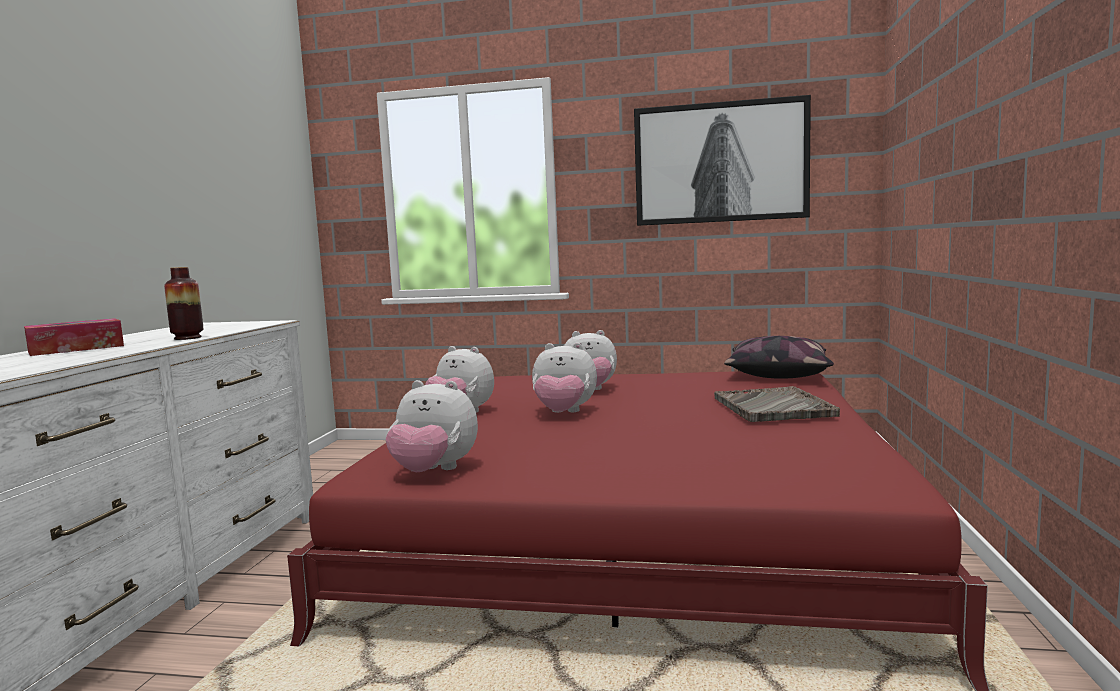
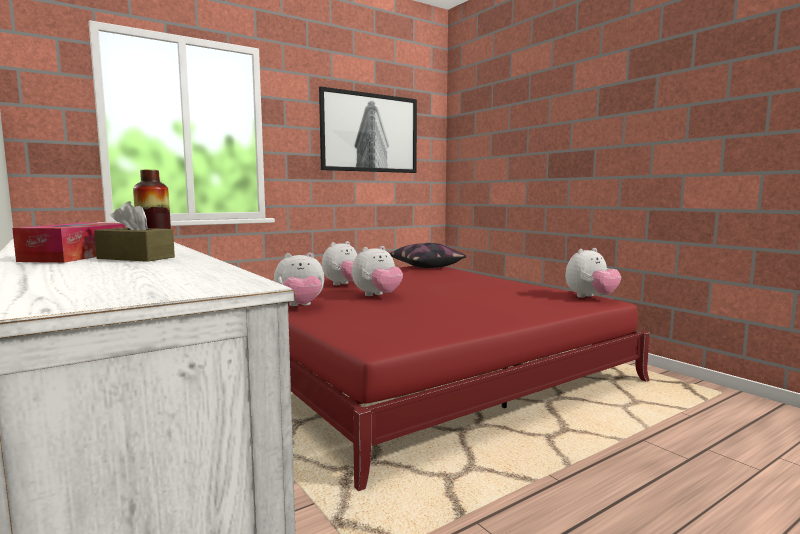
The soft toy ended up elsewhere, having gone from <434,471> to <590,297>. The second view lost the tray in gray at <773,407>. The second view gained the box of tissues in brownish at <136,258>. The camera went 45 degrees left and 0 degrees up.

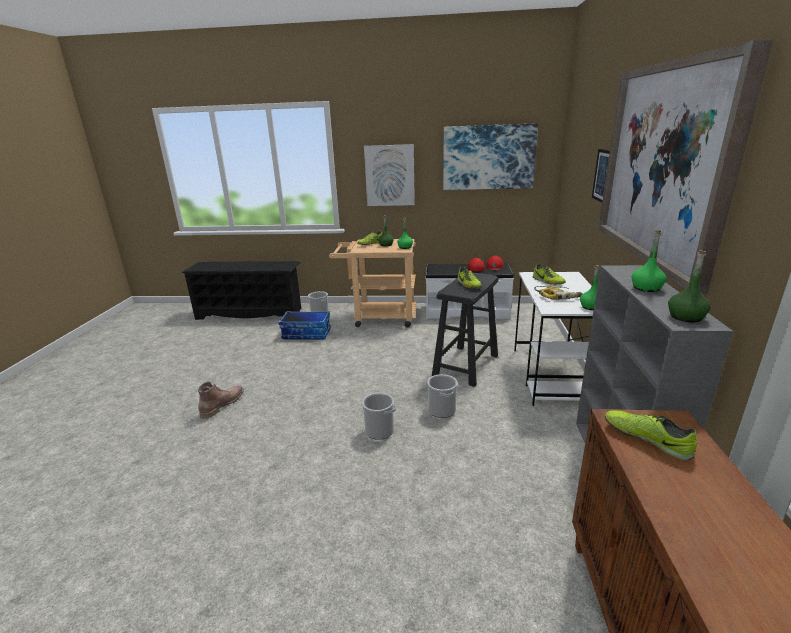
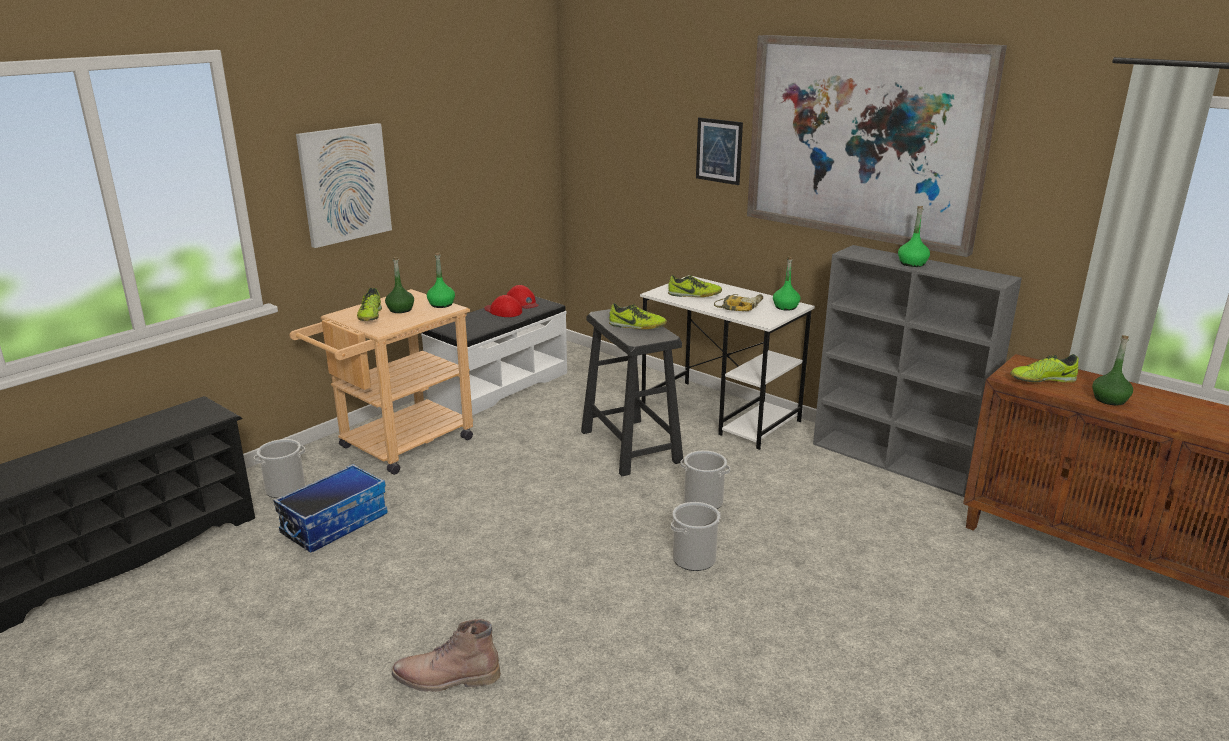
The high-top boot in brownish at <222,404> ended up facing another way, 60 degrees counterclockwise from before. The second view lost the wall art at <488,157>. The drink bottle in greenish ended up elsewhere, having gone from <686,317> to <1109,399>. The camera went 55 degrees left and 0 degrees up.

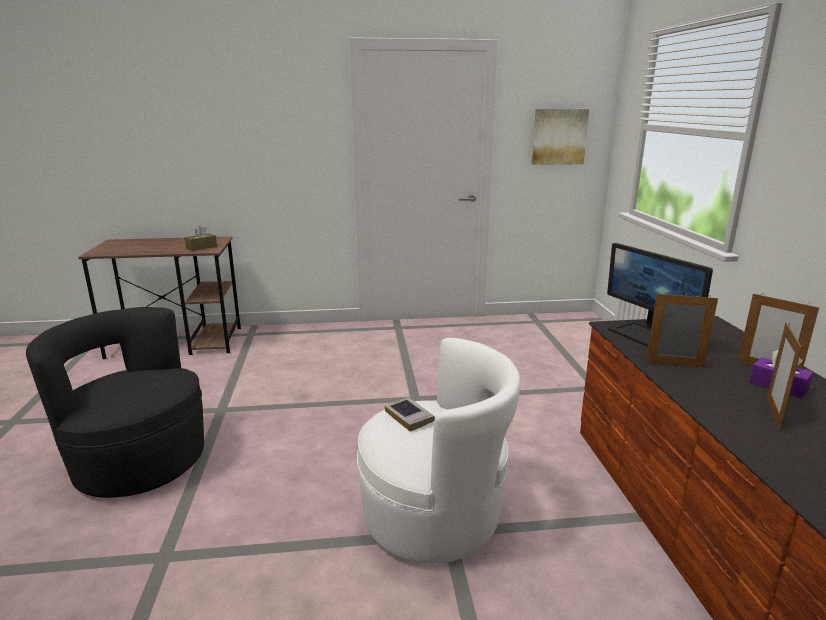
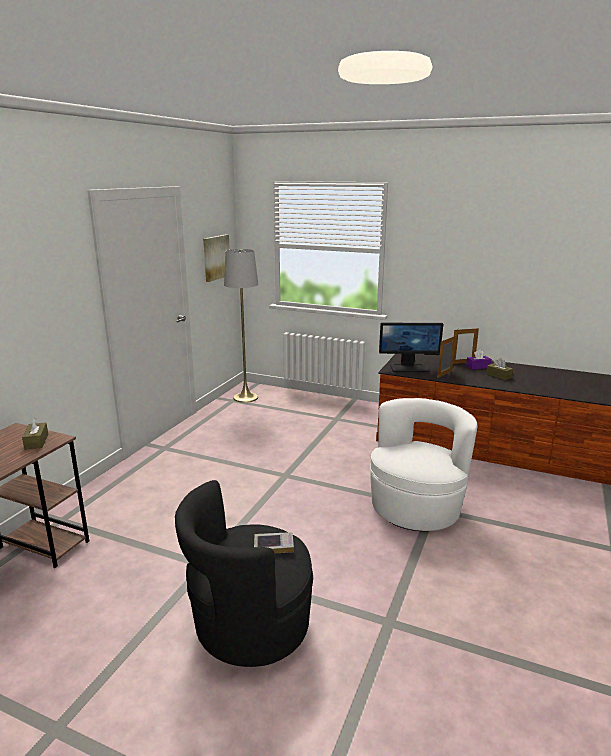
The book ended up elsewhere, having gone from <409,417> to <273,545>. Where the standing frame stood at <773,413>, the box of tissues in brownish came to stand at <498,376>. The second view gained the floor lamp in gray at <245,397>. The camera went 60 degrees left and 0 degrees up.

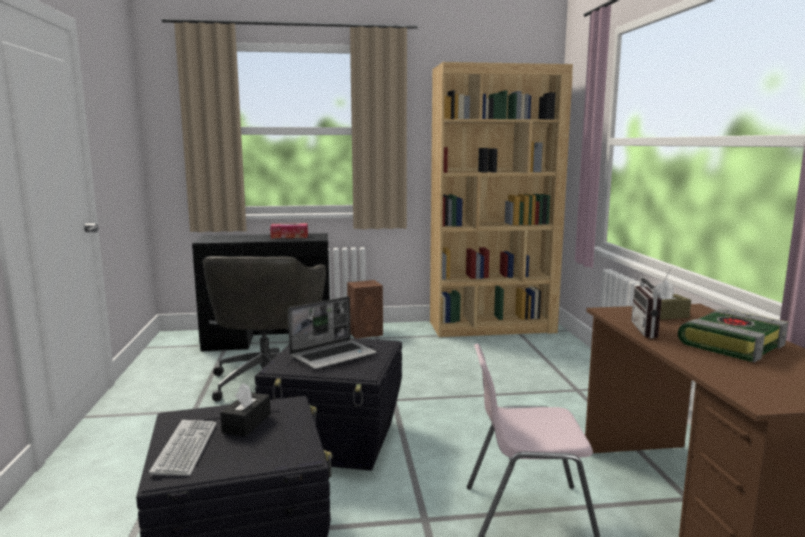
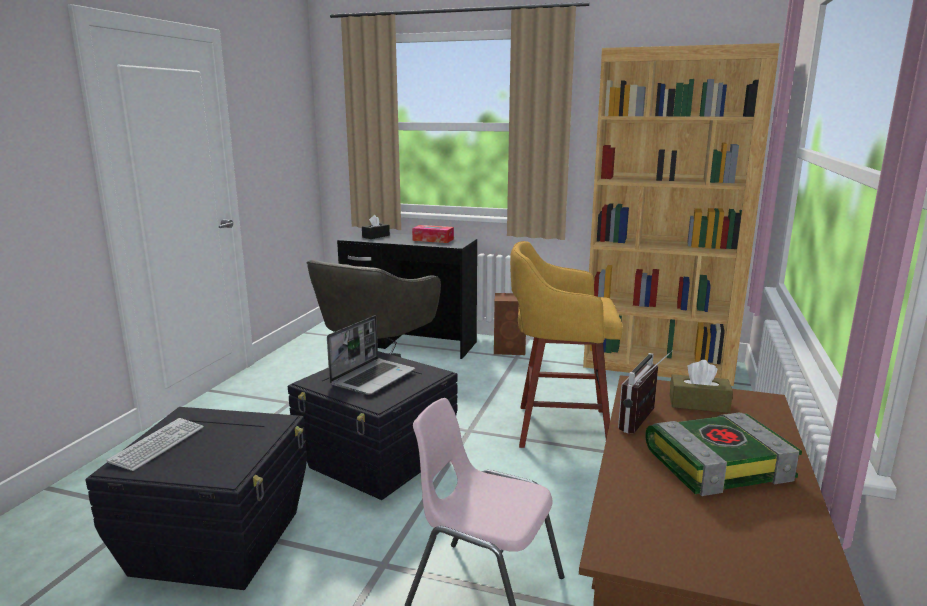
The box of tissues in black ended up elsewhere, having gone from <247,423> to <376,236>. The notebook computer at <333,355> ended up facing another way, 45 degrees counterclockwise from before. The second view gained the sitting stool in yellowish at <559,427>. The camera went 25 degrees right and 5 degrees up.

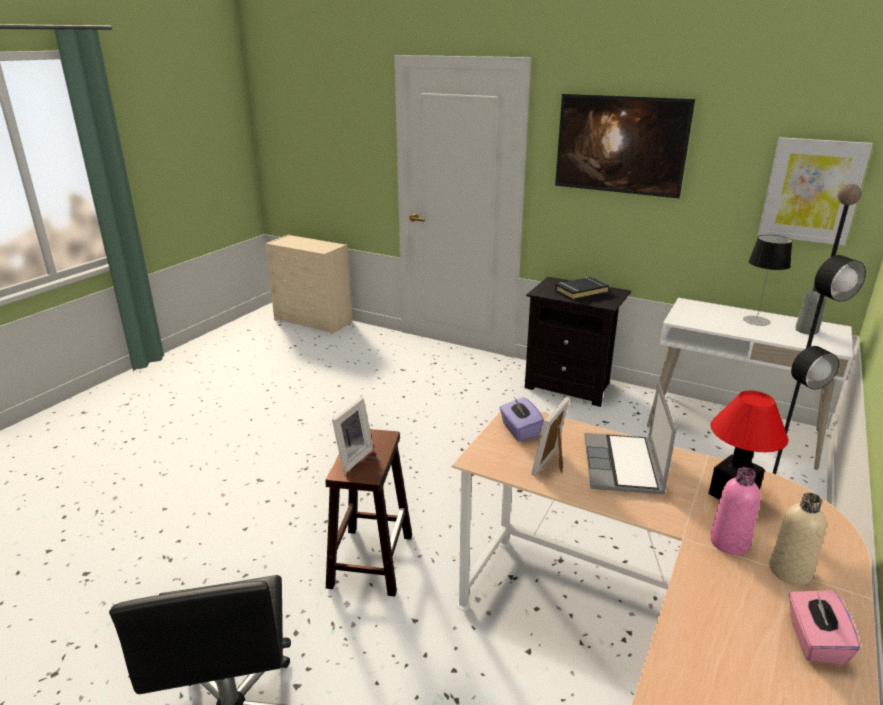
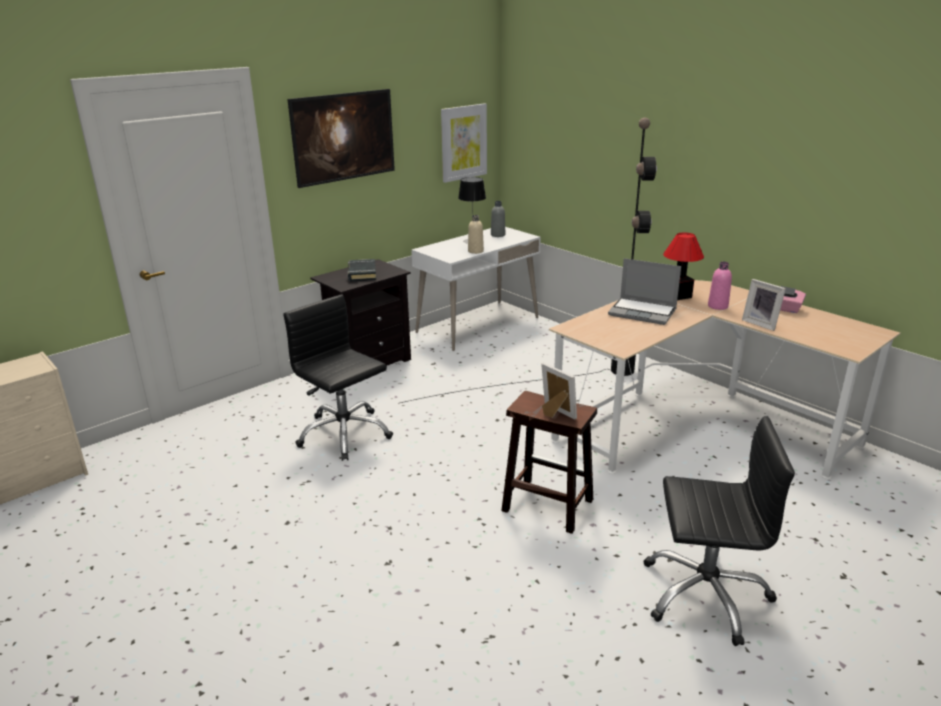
The second view lost the box of tissues in purplish at <519,431>. The standing frame ended up elsewhere, having gone from <553,465> to <761,323>. The drink bottle in beige-coloured ended up elsewhere, having gone from <790,571> to <475,251>. The second view gained the office chair in black at <344,434>. The camera went 70 degrees left and 0 degrees up.

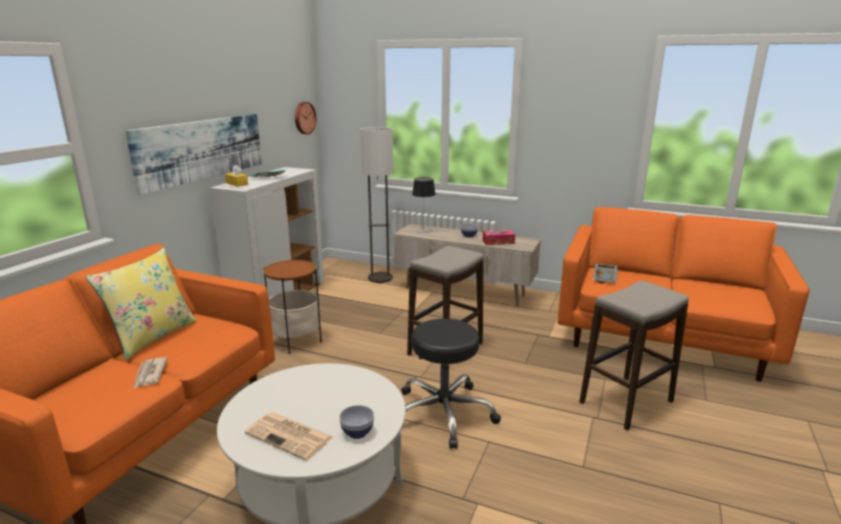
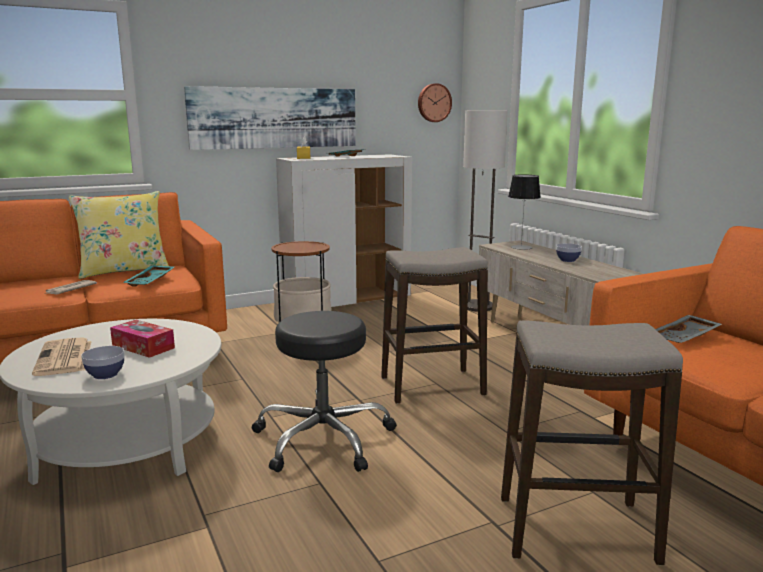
The box of tissues ended up elsewhere, having gone from <498,242> to <143,347>. The second view gained the tray in turquoise-coloured at <151,281>. The camera went 40 degrees right and 5 degrees down.

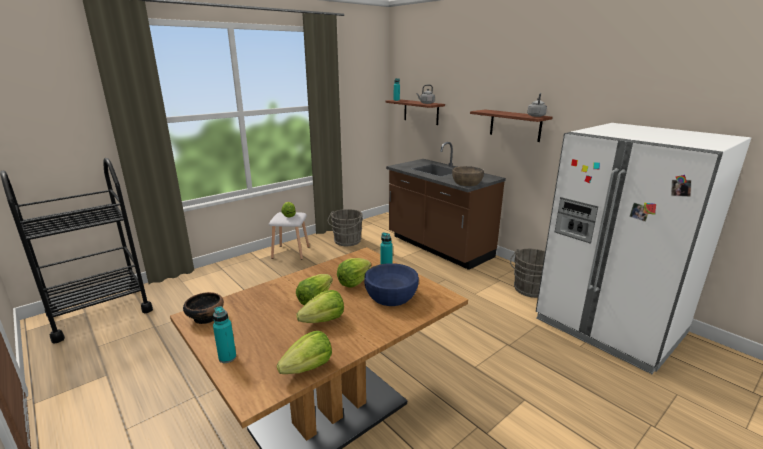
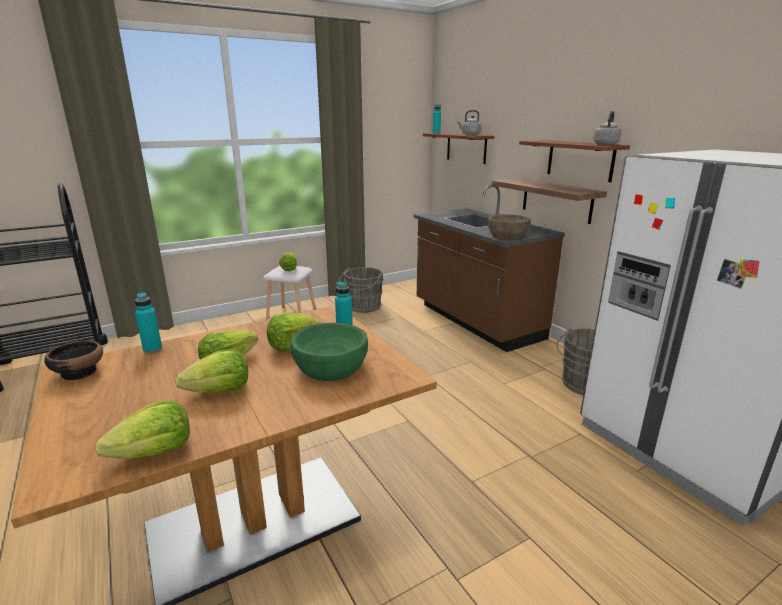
The drink bottle in turquoise-coloured ended up elsewhere, having gone from <227,357> to <152,349>. What was the serving bowl in blue-coloured at <391,295> turned into the serving bowl in greenish at <330,367>. The second view gained the shelf at <556,200>. The camera went 10 degrees right and 0 degrees up.

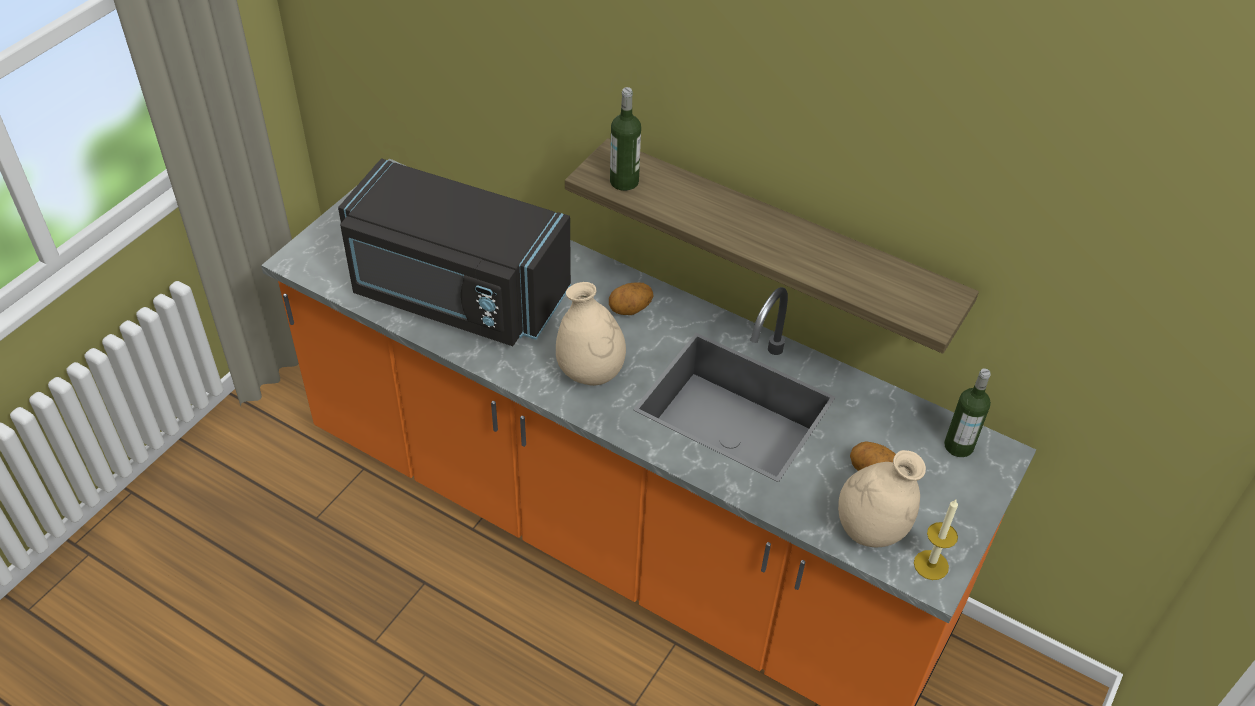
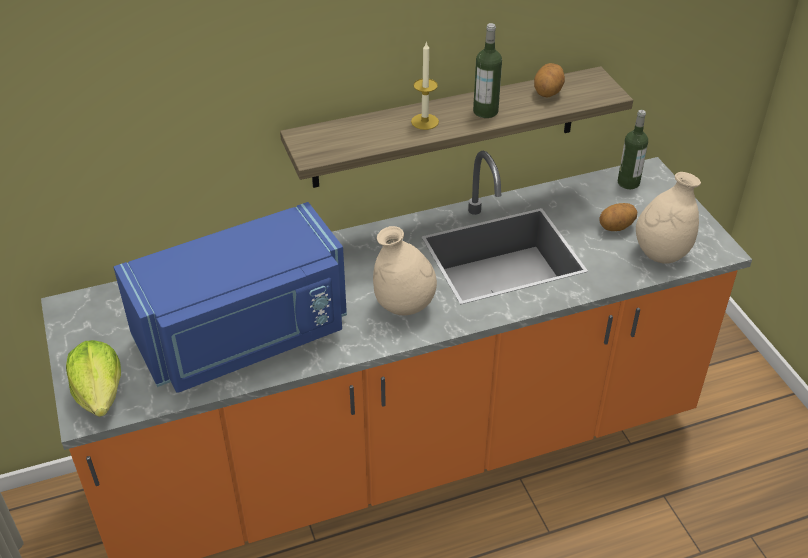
What was the microwave oven in black at <456,295> turned into the microwave oven in blue-coloured at <245,337>. The whole potato ended up elsewhere, having gone from <630,310> to <548,92>. The drink bottle ended up elsewhere, having gone from <624,181> to <485,111>. The wax candle ended up elsewhere, having gone from <931,565> to <425,121>. The second view gained the lettuce at <100,394>. The camera went 50 degrees left and 5 degrees down.

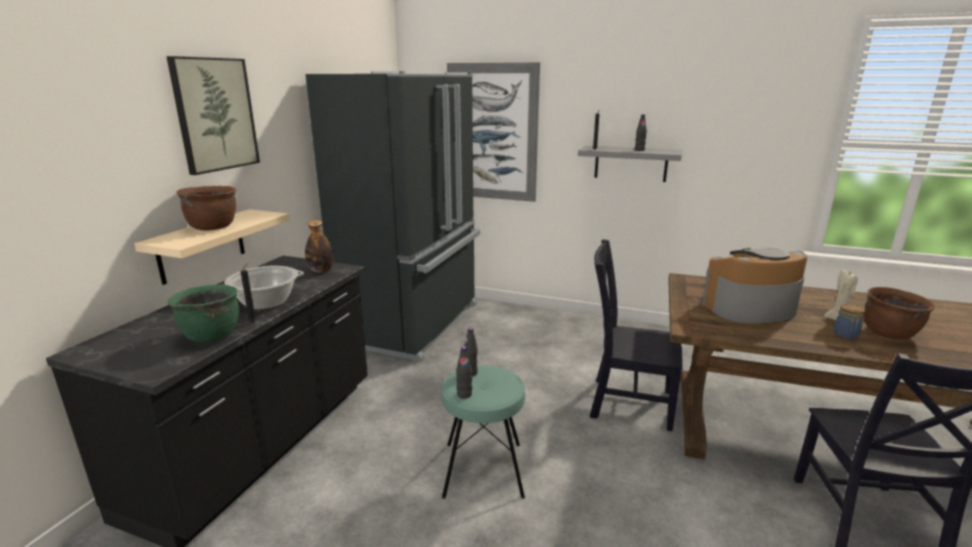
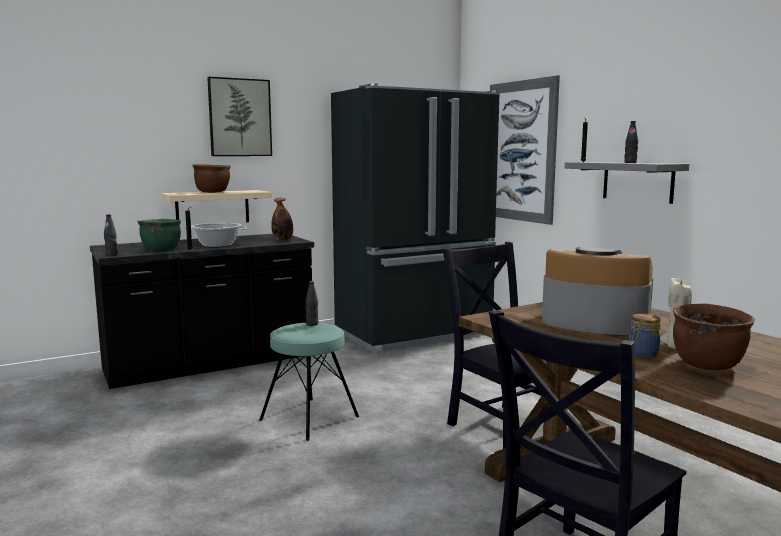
The drink bottle in black ended up elsewhere, having gone from <464,394> to <111,255>. The camera went 40 degrees right and 10 degrees down.

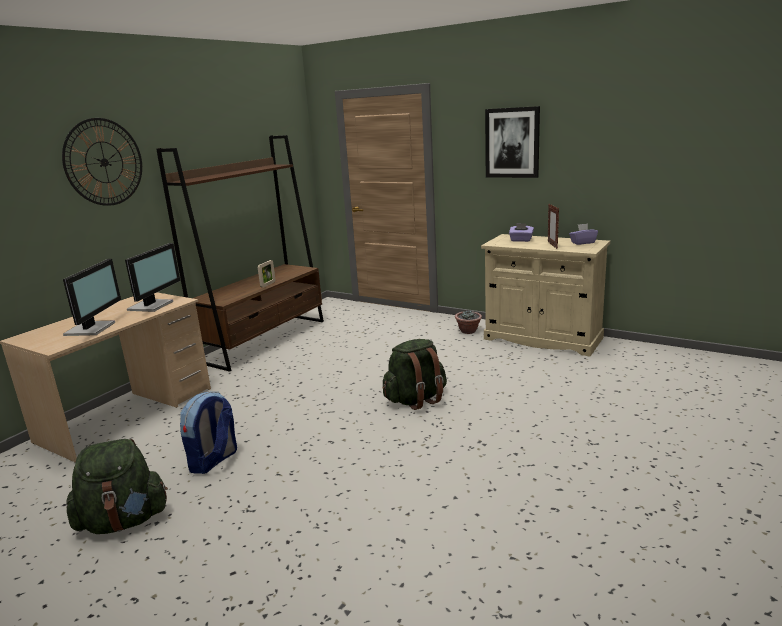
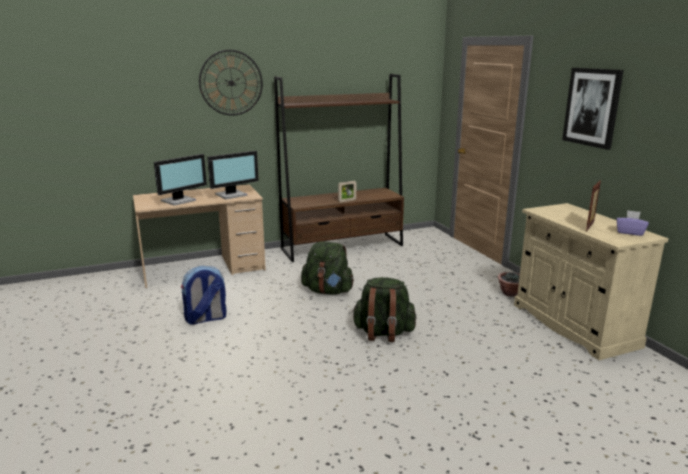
The backpack in greenish ended up elsewhere, having gone from <124,521> to <328,291>. The second view lost the box of tissues in purplish at <521,240>. The camera went 35 degrees right and 0 degrees up.

